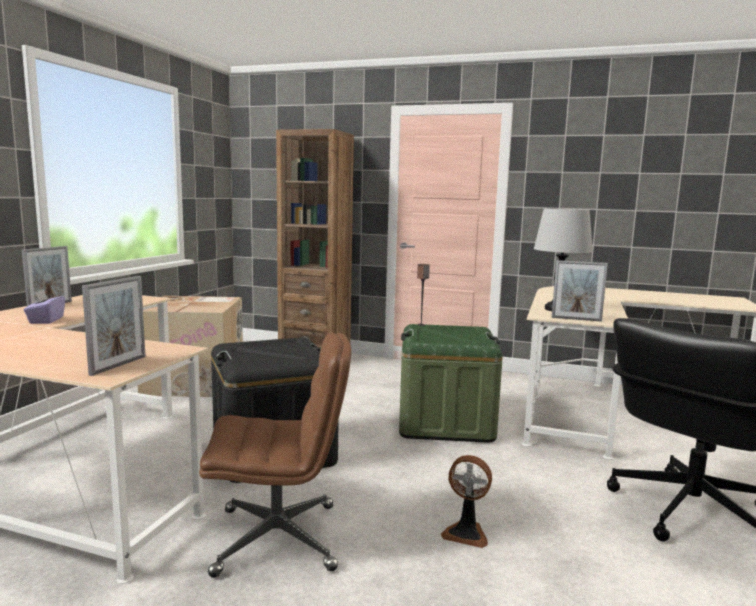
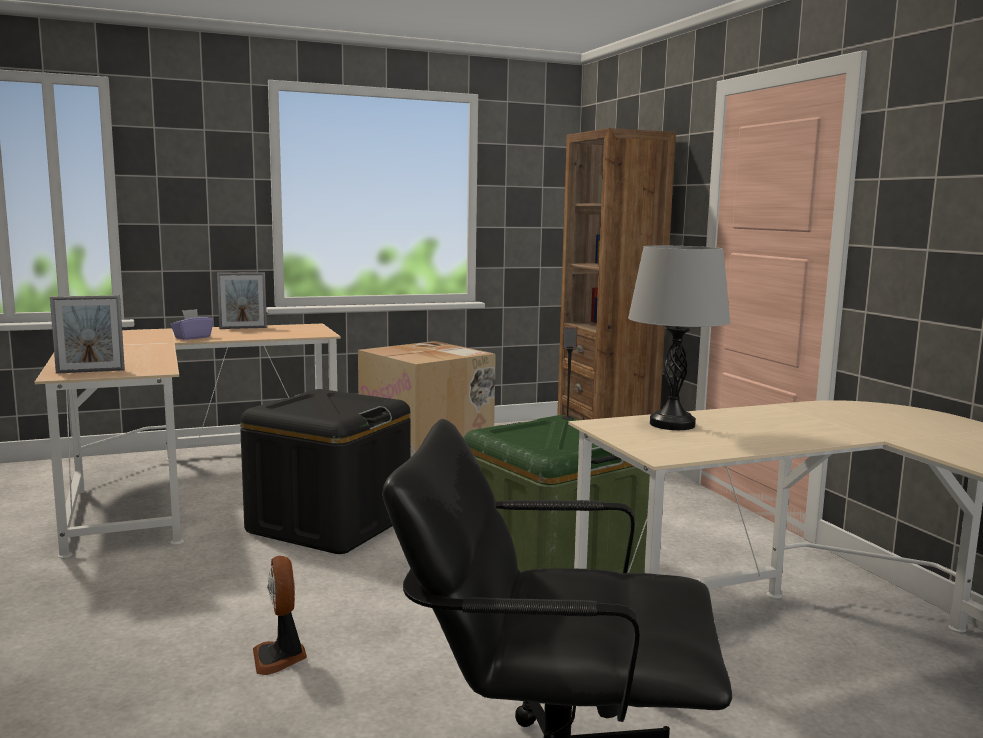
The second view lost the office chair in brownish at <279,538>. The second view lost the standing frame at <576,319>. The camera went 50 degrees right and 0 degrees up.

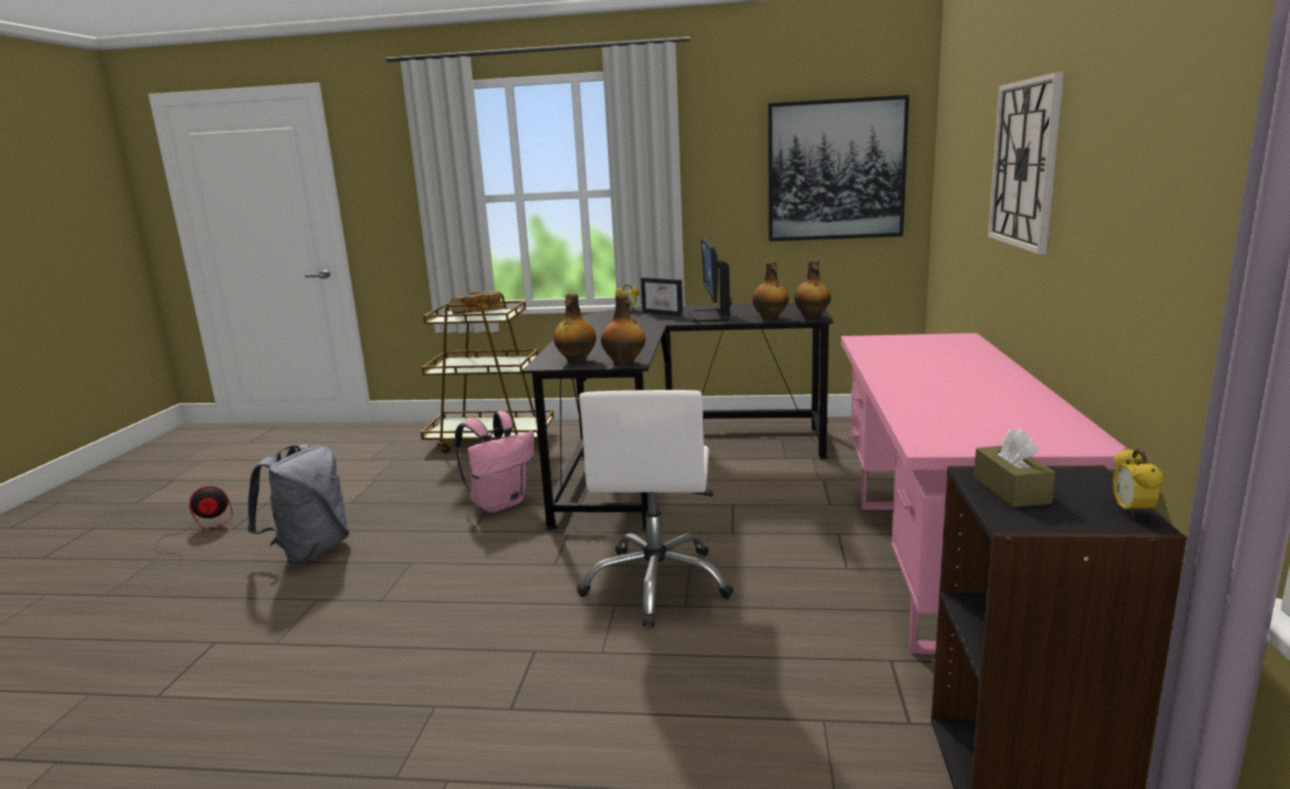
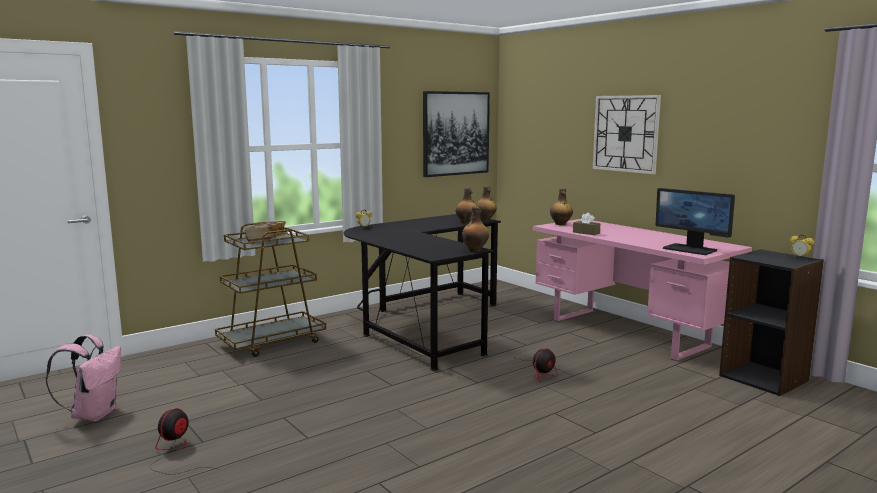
The second view lost the backpack in gray at <310,551>. The backpack in pink-coloured ended up elsewhere, having gone from <500,503> to <94,414>. The drink bottle ended up elsewhere, having gone from <576,361> to <560,224>. Where the office chair in white-coloured stood at <657,583>, the electric fan came to stand at <542,372>. The second view lost the standing frame at <666,313>. The computer display ended up elsewhere, having gone from <709,316> to <690,249>. The box of tissues in brownish ended up elsewhere, having gone from <1011,490> to <586,233>. The camera went 45 degrees left and 5 degrees down.

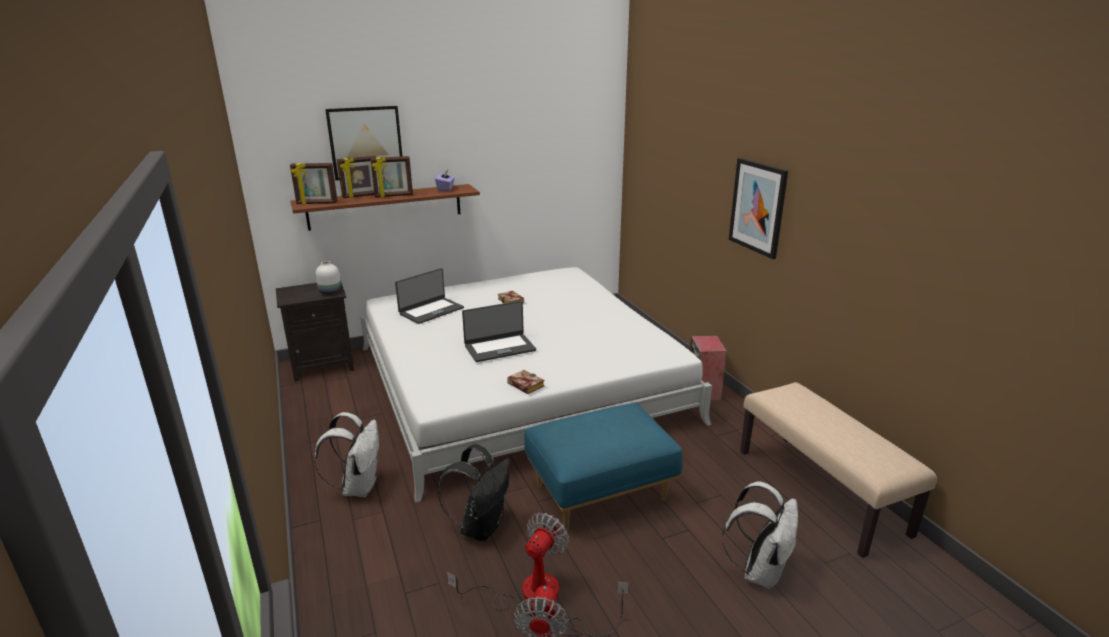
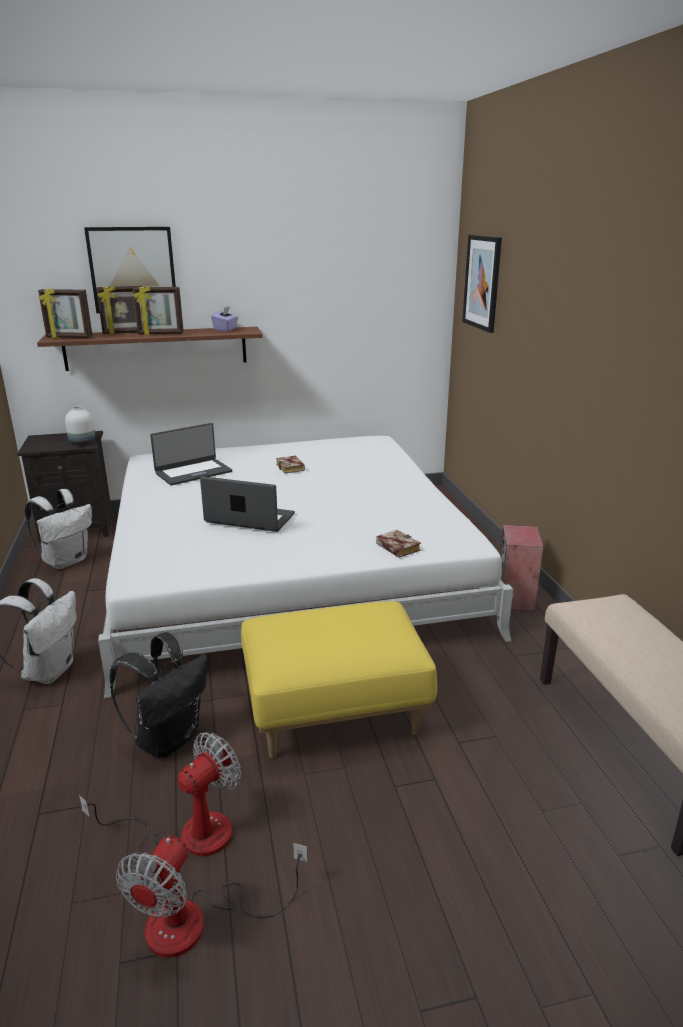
The notebook computer at <499,348> ended up facing another way, 150 degrees counterclockwise from before. The book ended up elsewhere, having gone from <524,385> to <395,547>. What was the pouffe in blue-coloured at <600,492> turned into the pouffe in yellowish at <335,712>. The backpack in white-coloured ended up elsewhere, having gone from <760,571> to <66,561>. The wall art ended up elsewhere, having gone from <758,207> to <482,282>. The camera went 10 degrees right and 0 degrees up.

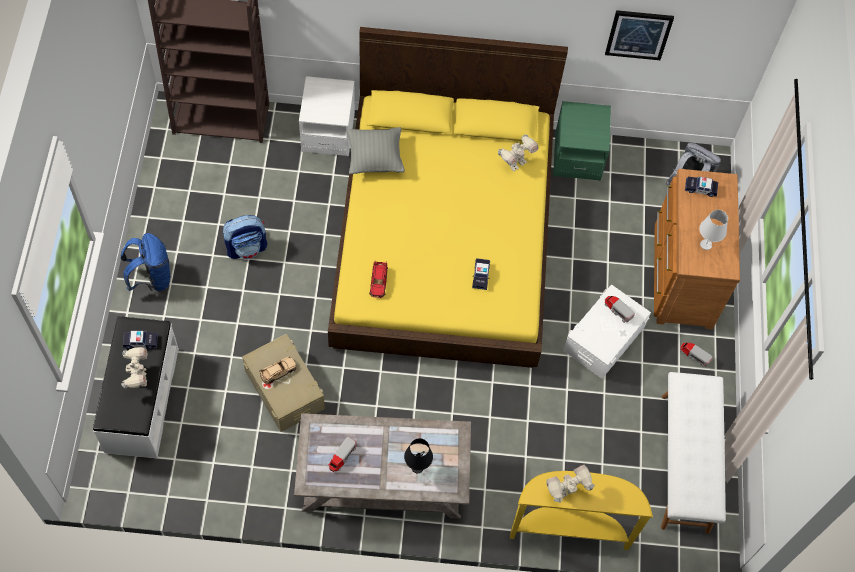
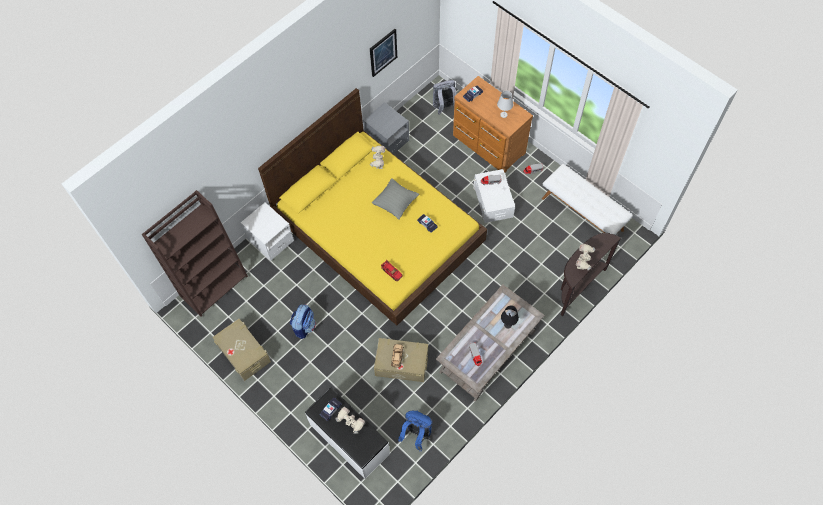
The backpack in blue-coloured ended up elsewhere, having gone from <152,278> to <416,434>. The pillow in gray ended up elsewhere, having gone from <375,159> to <395,203>. What was the narrow table in yellowish at <569,529> turned into the narrow table in brownish at <577,286>. What was the nightstand in greenish at <577,156> turned into the nightstand in gray at <387,140>. The second view gained the storage container in beige-coloured at <243,353>. The camera went 45 degrees left and 0 degrees up.

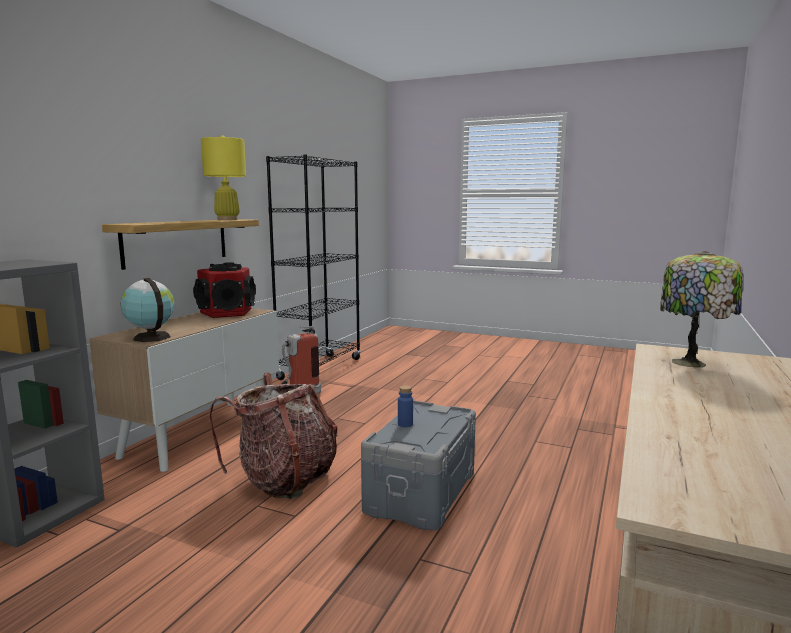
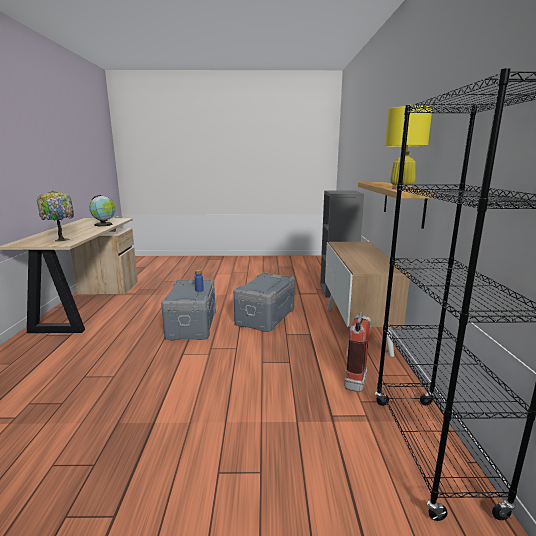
The globe ended up elsewhere, having gone from <151,337> to <104,224>. The second view lost the audio speaker at <226,312>. Where the backpack stood at <284,479>, the storage container in gray came to stand at <266,317>. The camera went 155 degrees right and 5 degrees up.

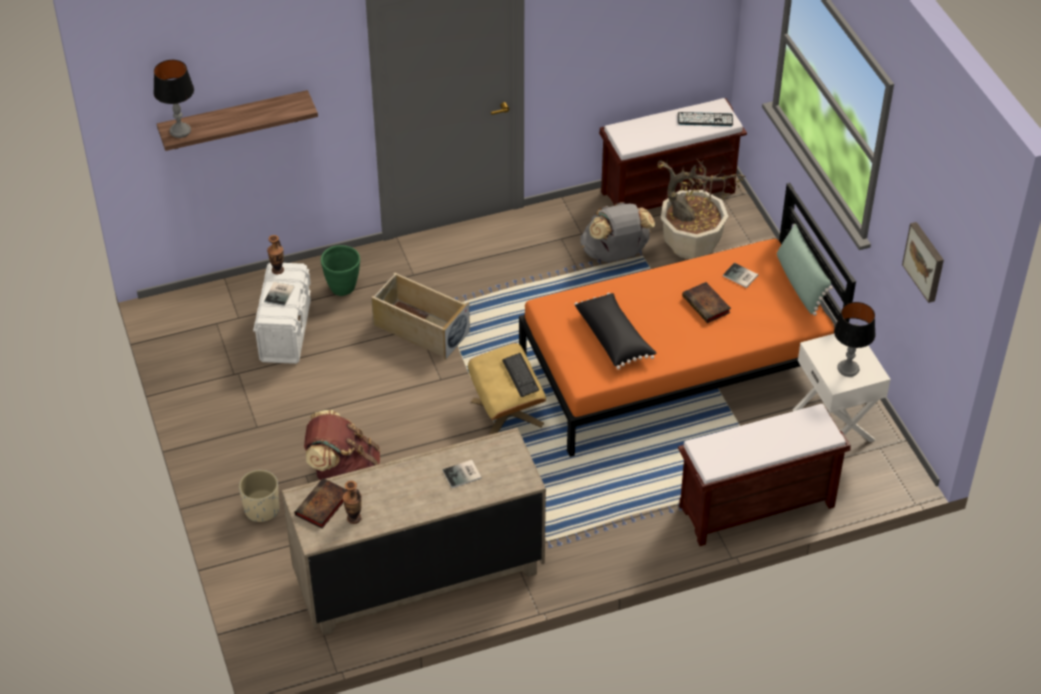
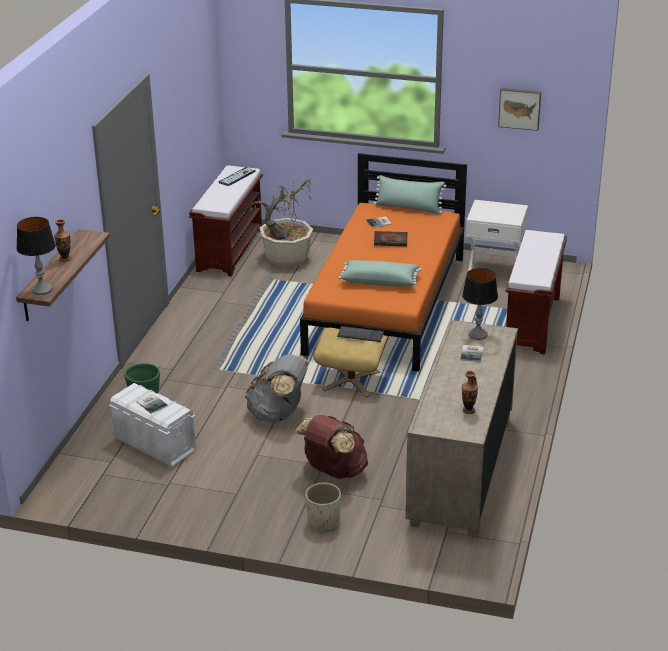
The decorative vase ended up elsewhere, having gone from <277,270> to <65,259>. The second view lost the book at <322,506>. The second view lost the storage container in beige-coloured at <420,329>. What was the pillow in black at <614,338> turned into the pillow in greenish at <380,281>. The backpack in gray ended up elsewhere, having gone from <615,254> to <278,414>. The tabletop lamp ended up elsewhere, having gone from <848,369> to <478,335>. The camera went 55 degrees left and 15 degrees down.

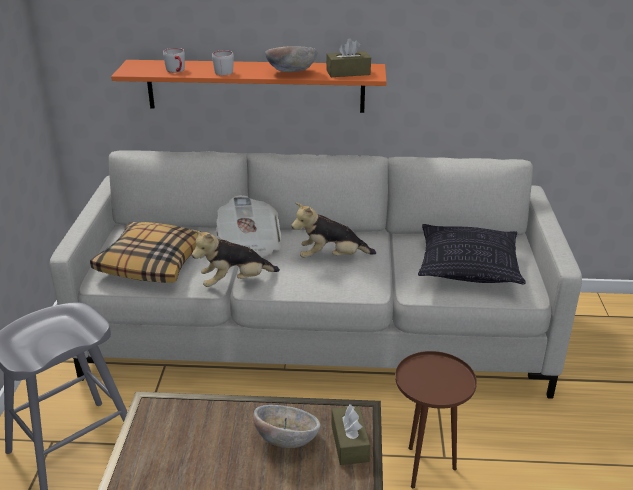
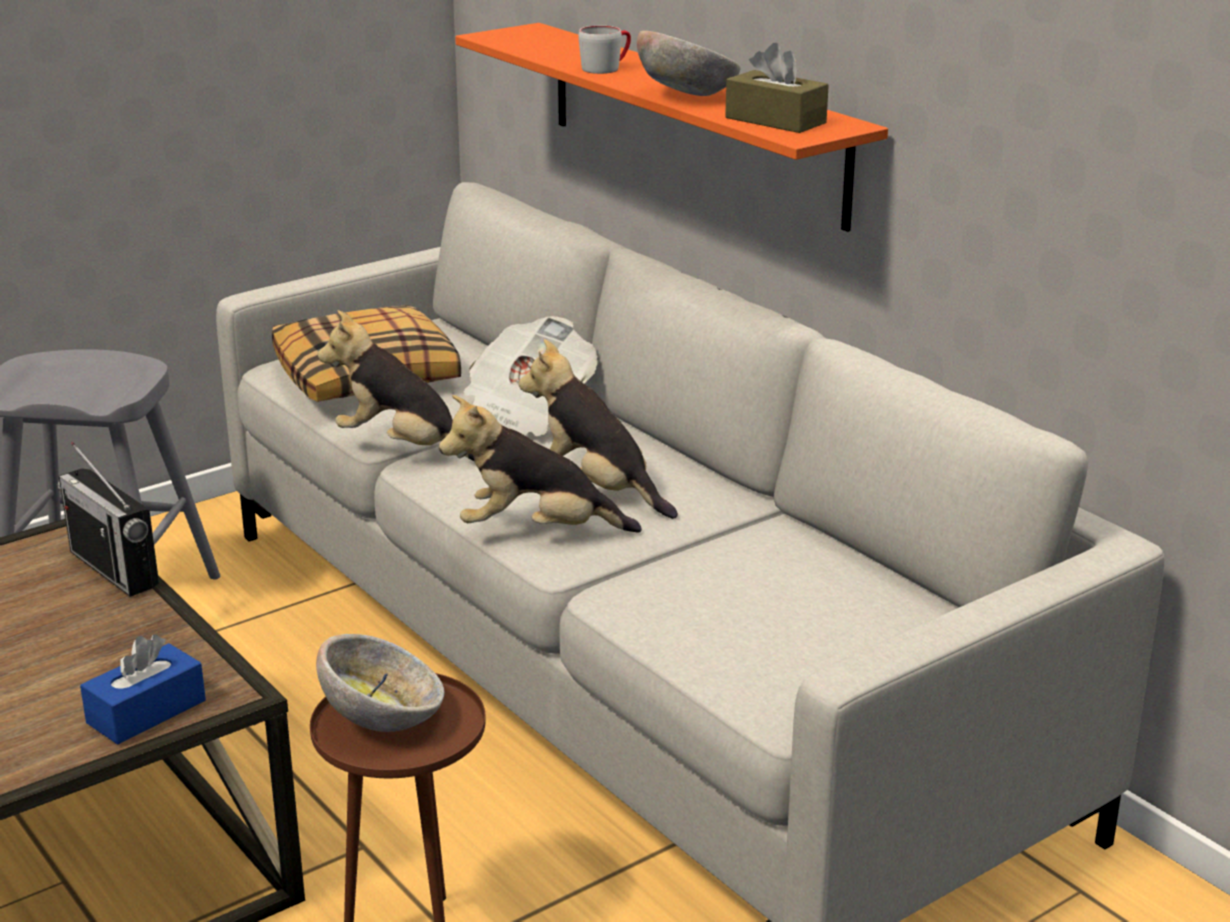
The second view lost the tea mug in gray at <177,71>. The serving bowl ended up elsewhere, having gone from <286,439> to <383,719>. What was the box of tissues in brownish at <349,443> turned into the box of tissues in blue-coloured at <146,712>. The second view lost the pillow at <468,268>. The second view gained the radio receiver at <114,569>. The second view gained the soft toy at <537,531>. The camera went 50 degrees right and 5 degrees down.

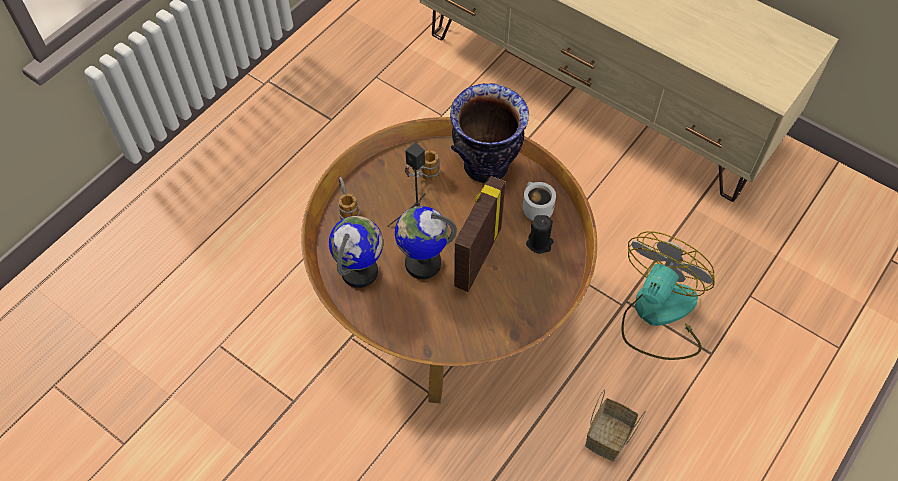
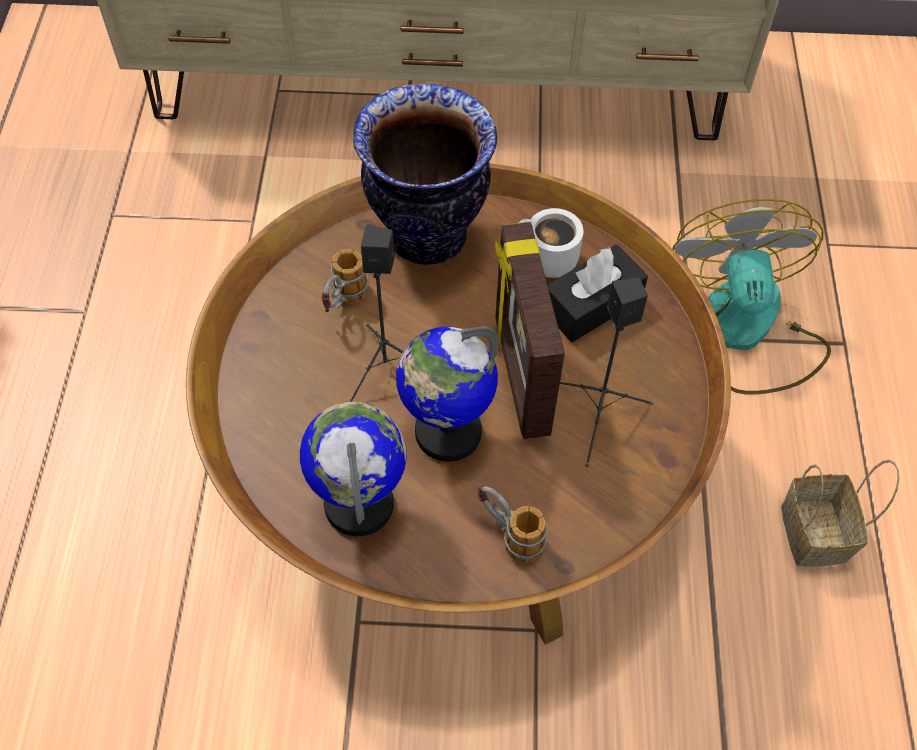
The tea mug ended up elsewhere, having gone from <347,208> to <509,534>. Where the wax candle in black stood at <539,243>, the box of tissues in black came to stand at <592,305>. The second view gained the audio speaker in black at <598,417>. The camera went 35 degrees left and 0 degrees up.

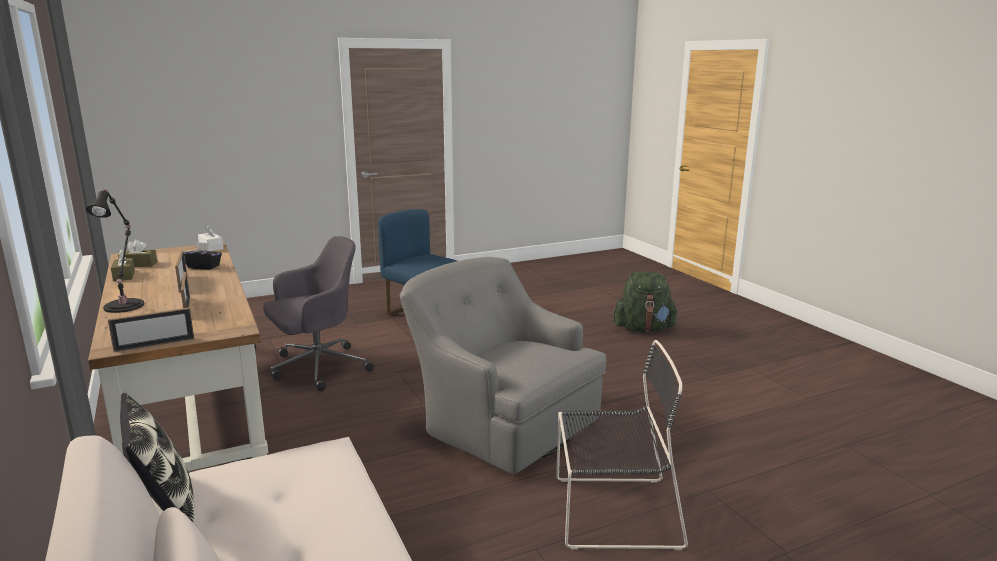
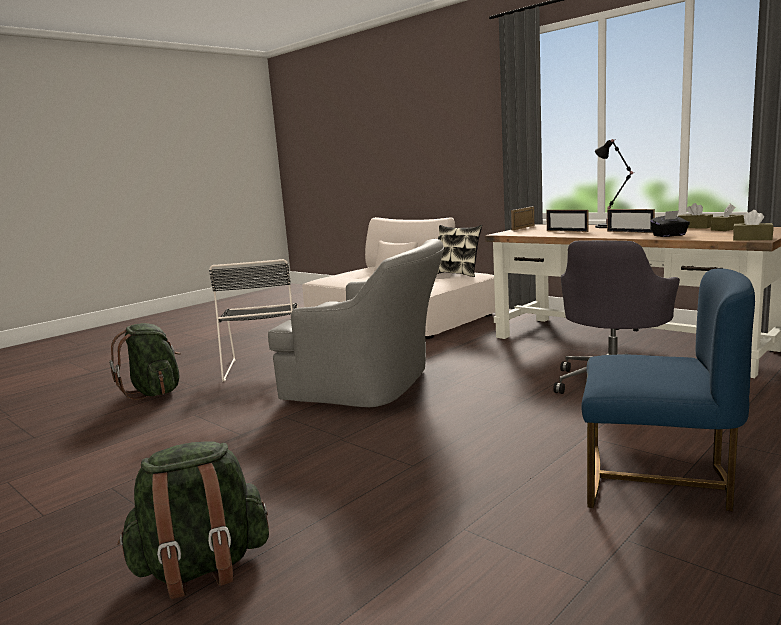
What was the box of tissues in white-coloured at <211,247> turned into the box of tissues in brownish at <752,239>. The upright chair in black at <611,512> ended up facing another way, 75 degrees counterclockwise from before. The second view gained the backpack in greenish at <154,392>. The camera went 160 degrees right and 5 degrees down.

